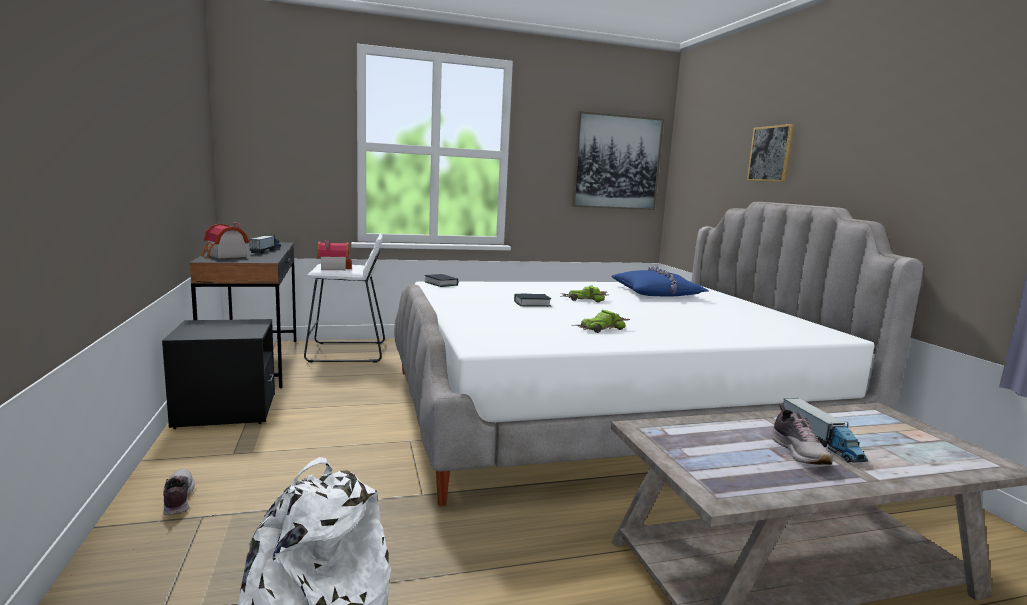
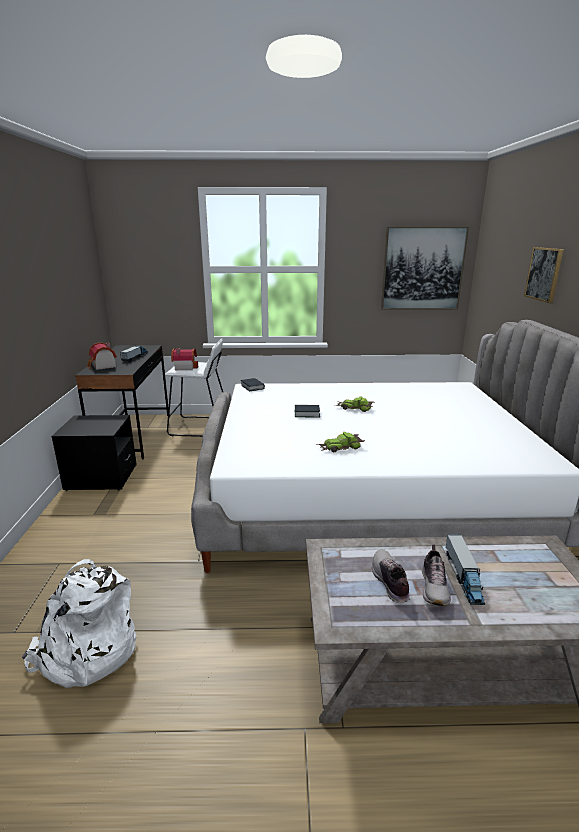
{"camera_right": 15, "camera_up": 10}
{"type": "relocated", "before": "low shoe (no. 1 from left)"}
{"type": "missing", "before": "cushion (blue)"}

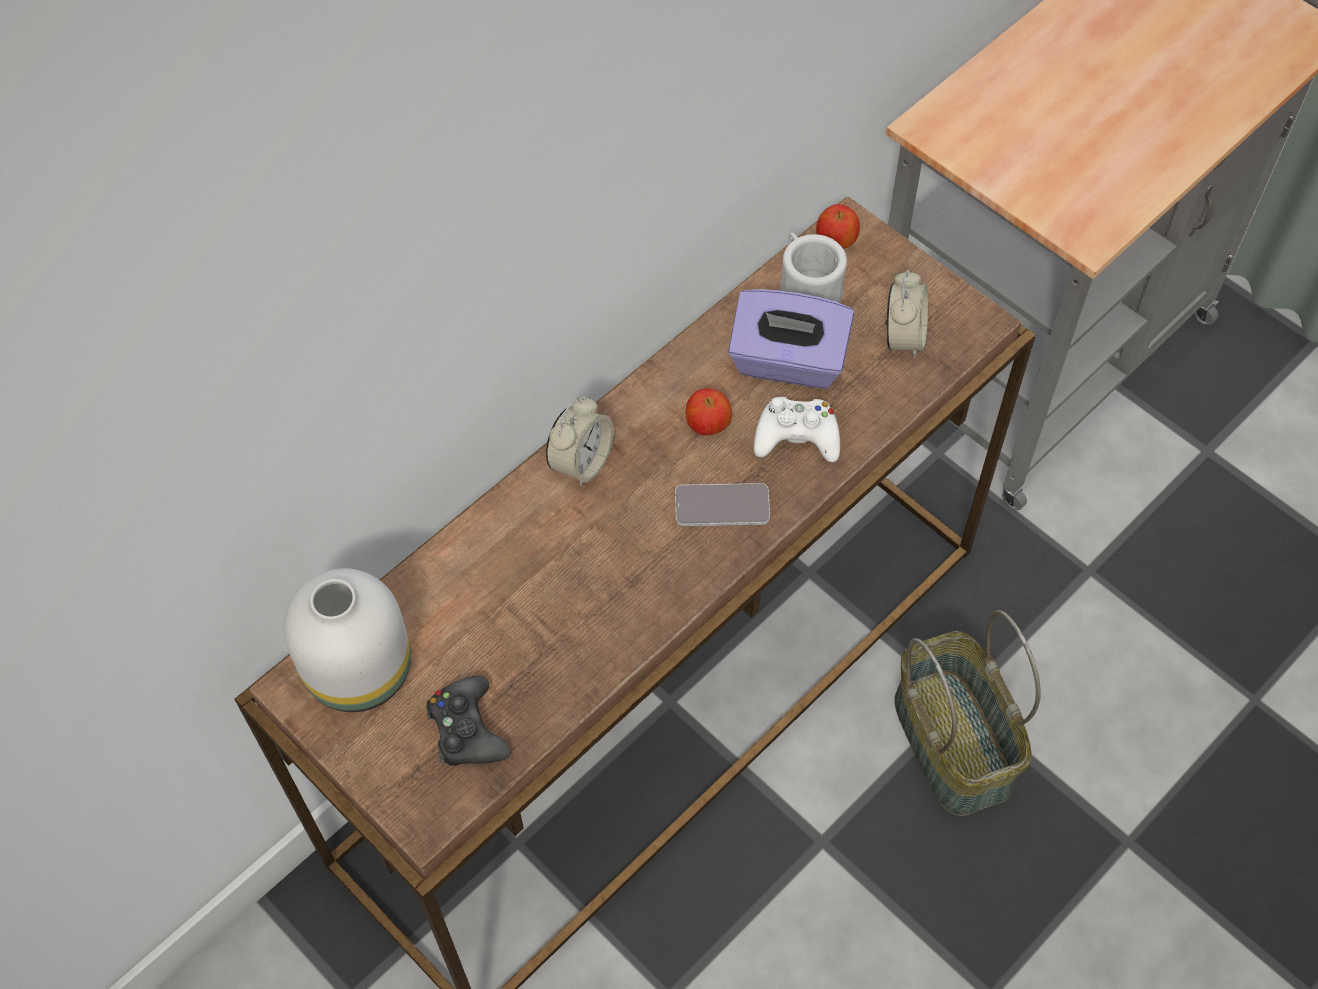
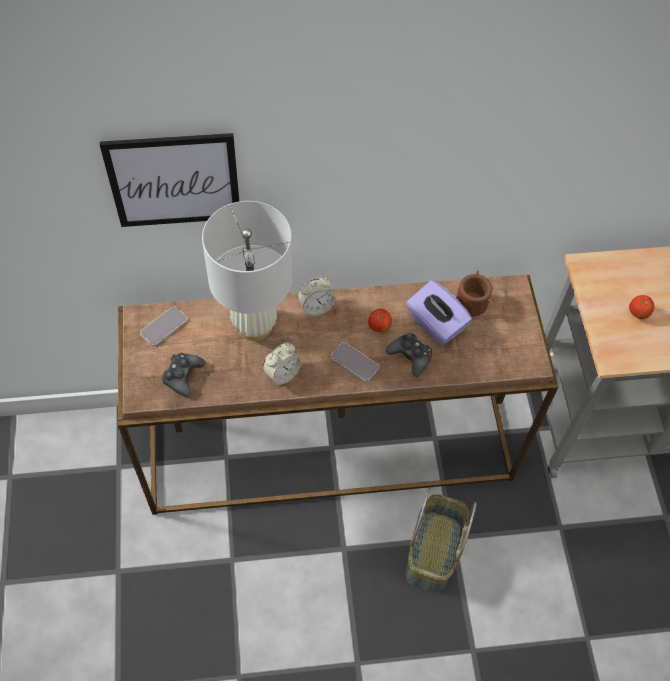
{"camera_right": 35, "camera_up": 0}
{"type": "exchanged", "before": "decorative vase (white)", "after": "telephone (no. 1 from left)"}
{"type": "colour", "before": "joypad (white)", "after": "joypad (blackish) (no. 2 from left)"}
{"type": "colour", "before": "mug (white)", "after": "mug (brown-coloured)"}
{"type": "relocated", "before": "whole apple (no. 2 from left)"}
{"type": "relocated", "before": "bedside clock (no. 2 from left in the first image)", "after": "bedside clock (no. 1 from left)"}
{"type": "appeared", "after": "picture"}
{"type": "appeared", "after": "lamp for a table (white)"}

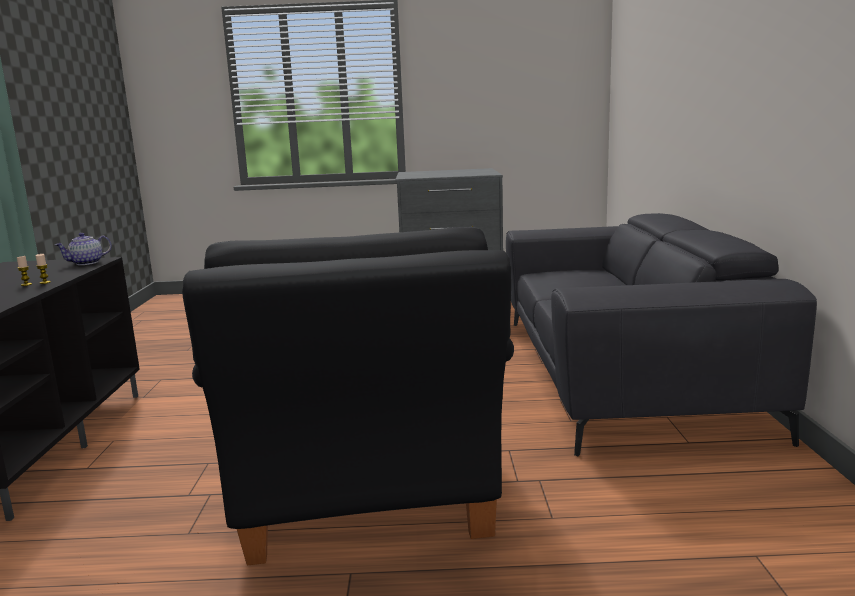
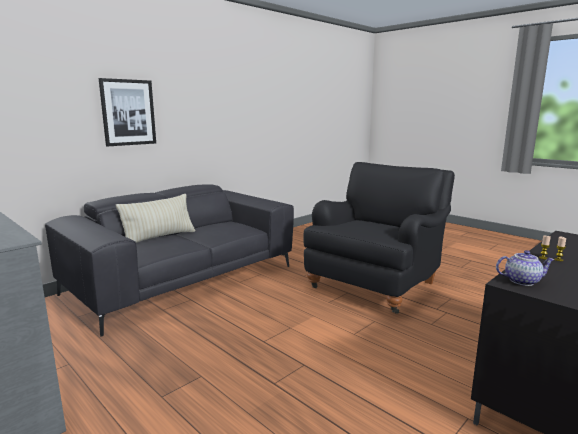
{"camera_right": -135, "camera_up": 0}
{"type": "appeared", "after": "picture"}
{"type": "appeared", "after": "cushion (sand-coloured)"}

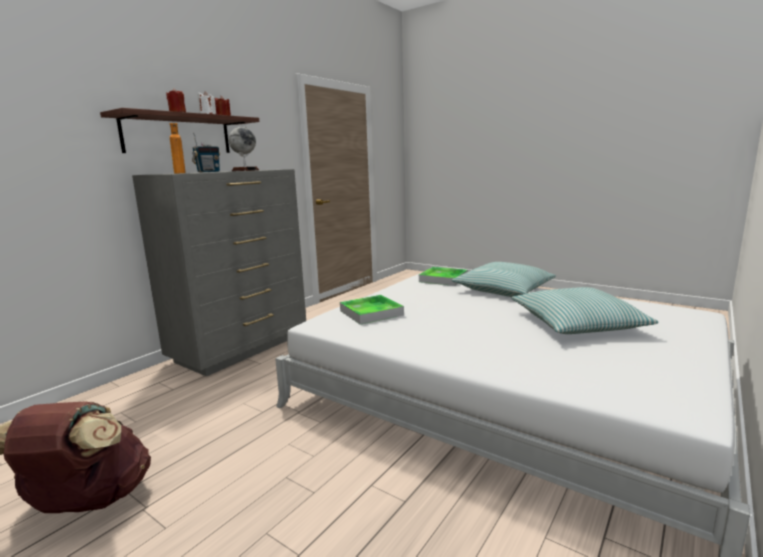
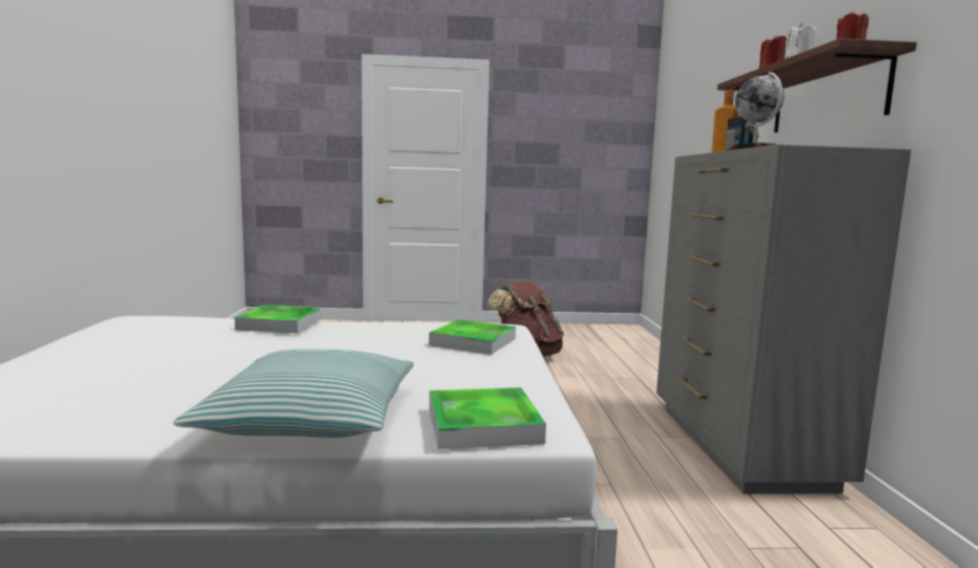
{"camera_right": 140, "camera_up": -5}
{"type": "missing", "before": "cushion (no. 2 from left)"}
{"type": "appeared", "after": "tray (no. 1 from left)"}

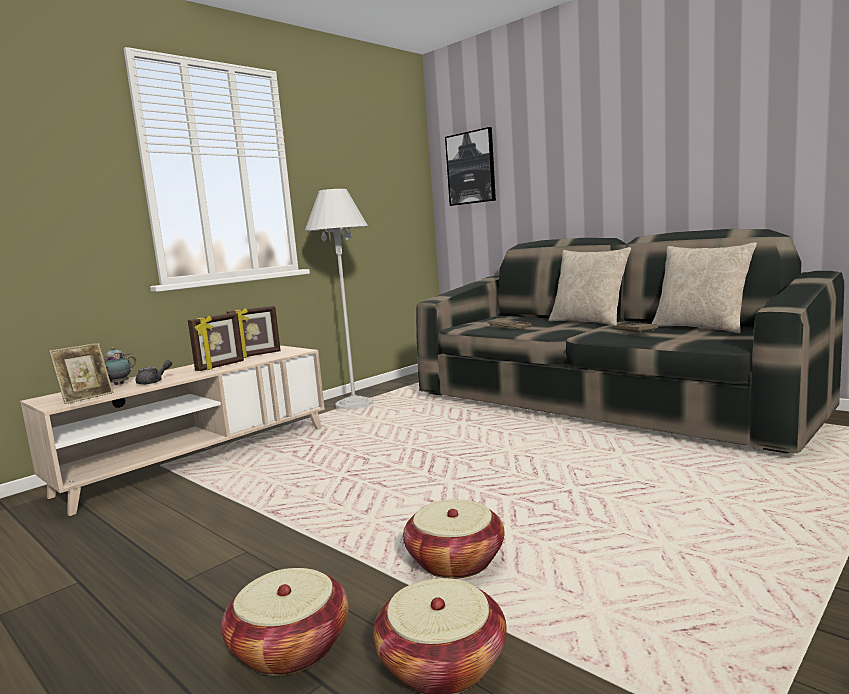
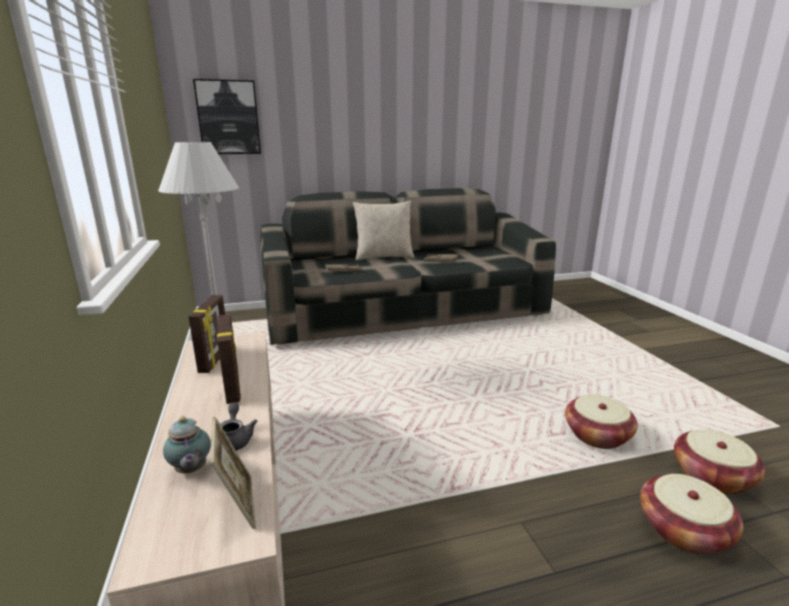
{"camera_right": -60, "camera_up": 10}
{"type": "missing", "before": "cushion (sand-coloured) (no. 2 from left)"}

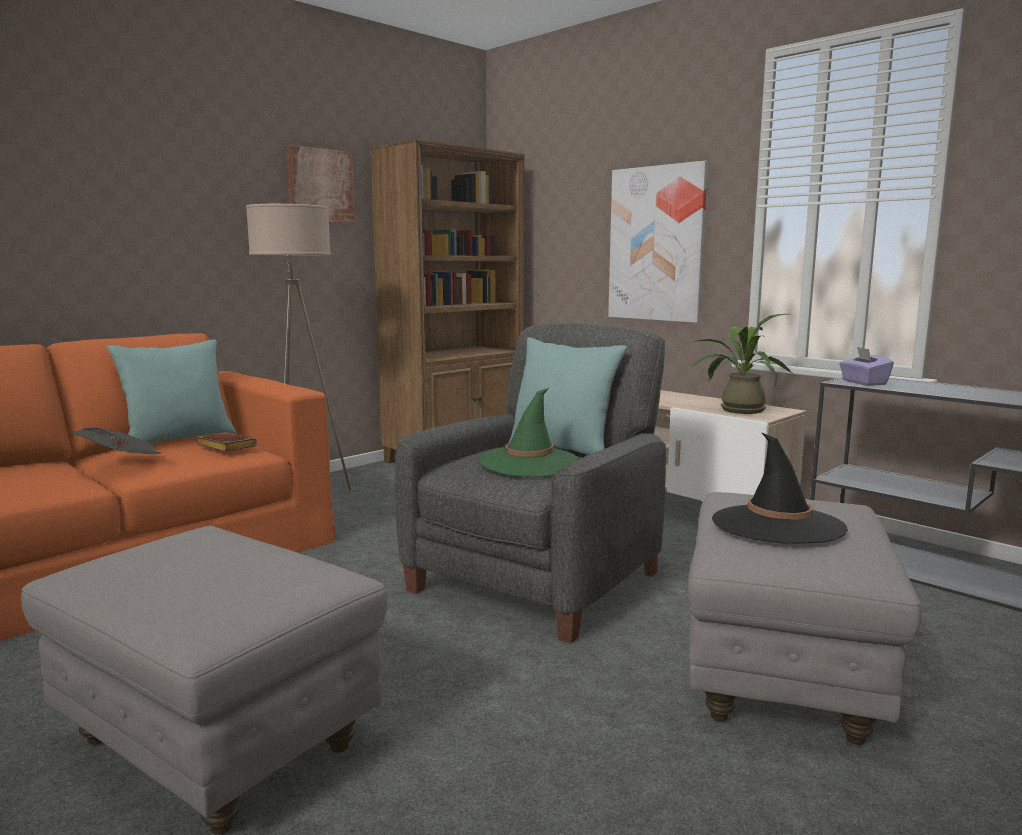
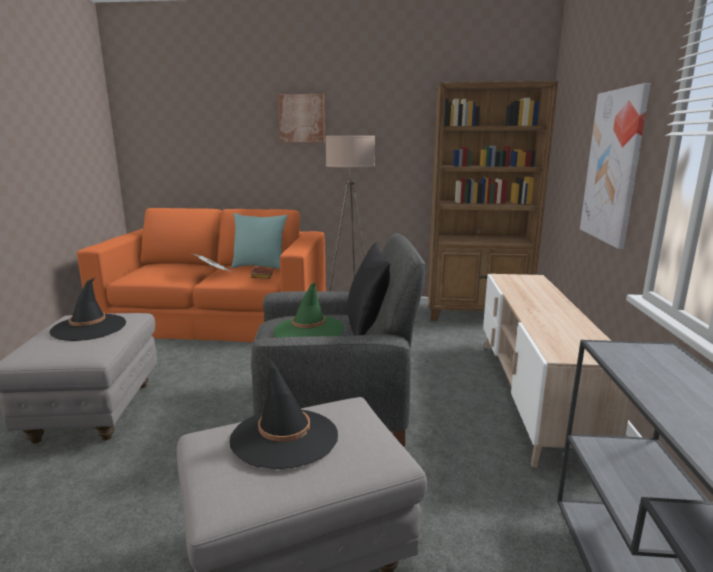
{"camera_right": 50, "camera_up": 5}
{"type": "relocated", "before": "picture (no. 1 from left)"}
{"type": "colour", "before": "cushion (turquoise) (no. 2 from left)", "after": "cushion (blackish)"}
{"type": "missing", "before": "houseplant"}
{"type": "missing", "before": "tissue box (purple-coloured)"}
{"type": "appeared", "after": "wearable hat (blackish) (no. 1 from left)"}

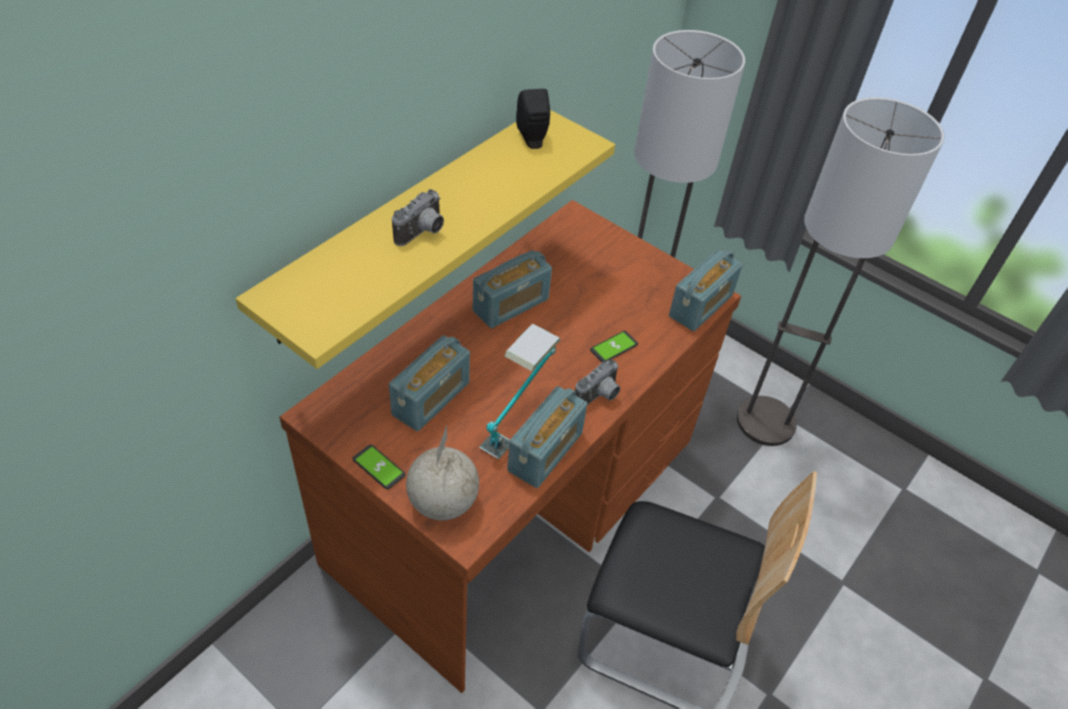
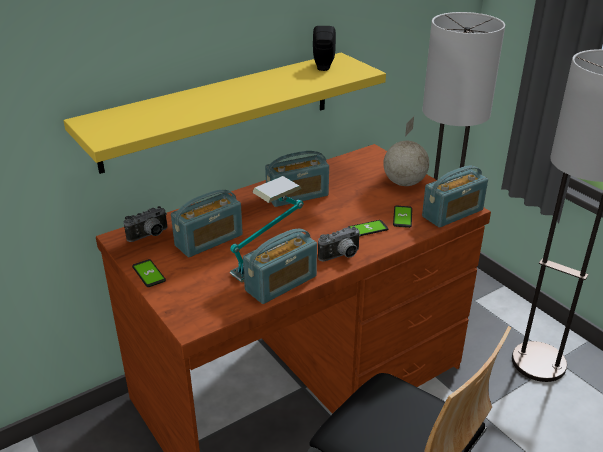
{"camera_right": 20, "camera_up": -15}
{"type": "relocated", "before": "photo camera (no. 1 from left)"}
{"type": "relocated", "before": "desk globe"}
{"type": "appeared", "after": "telephone (no. 3 from left)"}

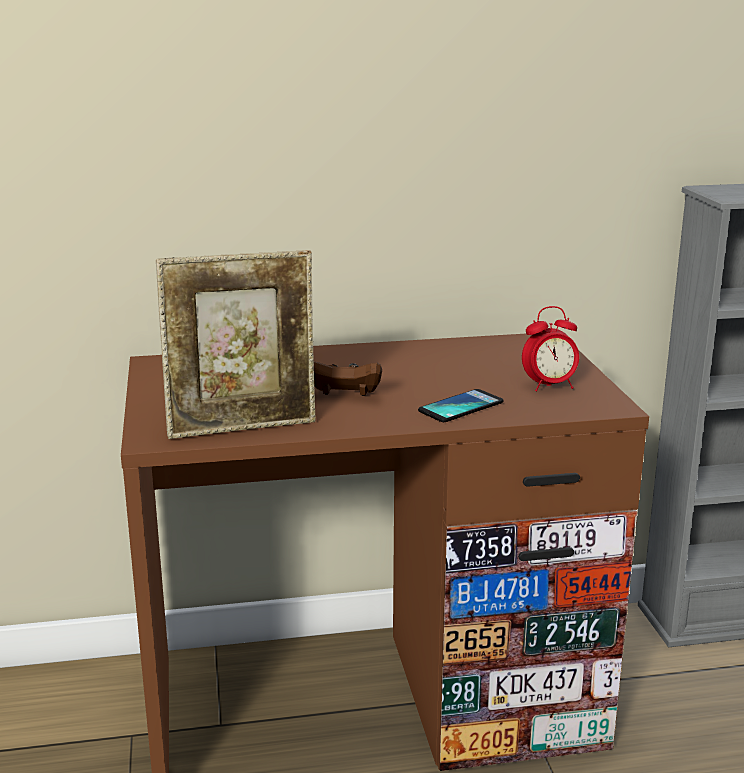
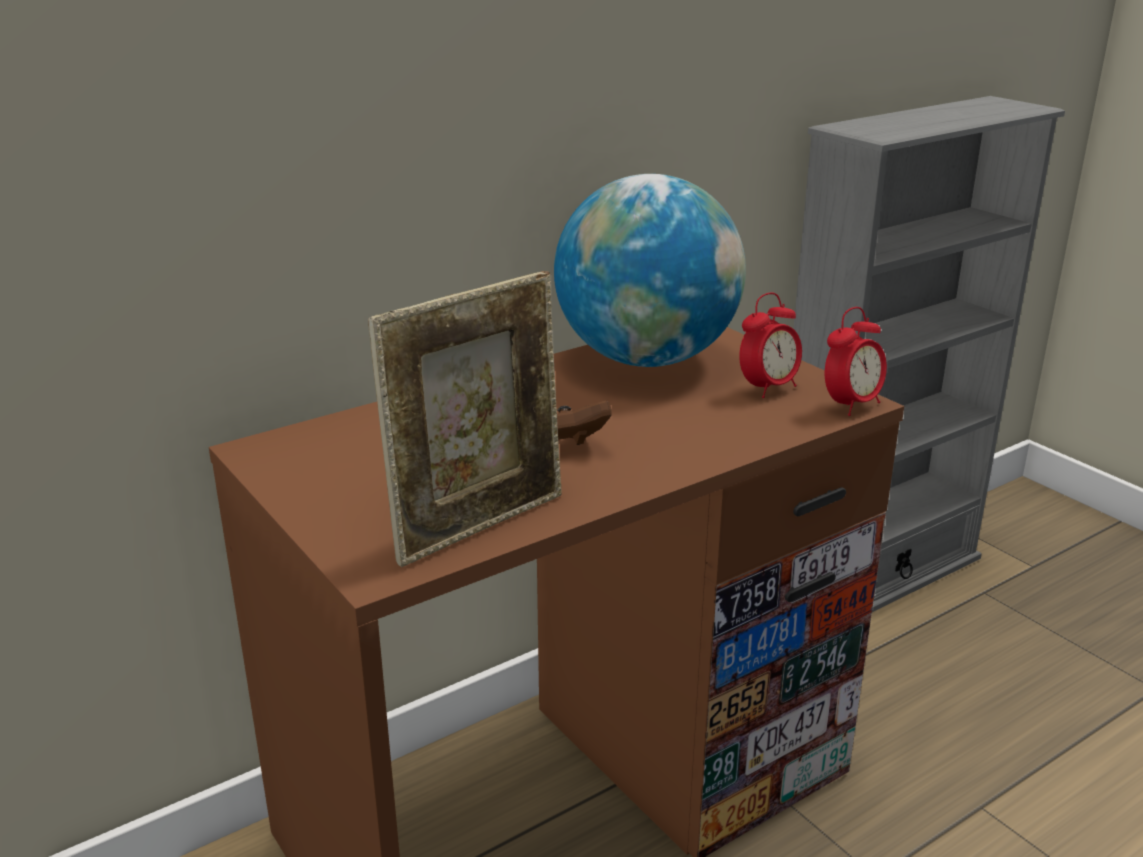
{"camera_right": -25, "camera_up": 5}
{"type": "missing", "before": "telephone"}
{"type": "appeared", "after": "desk globe"}
{"type": "appeared", "after": "bedside clock (no. 2 from left)"}

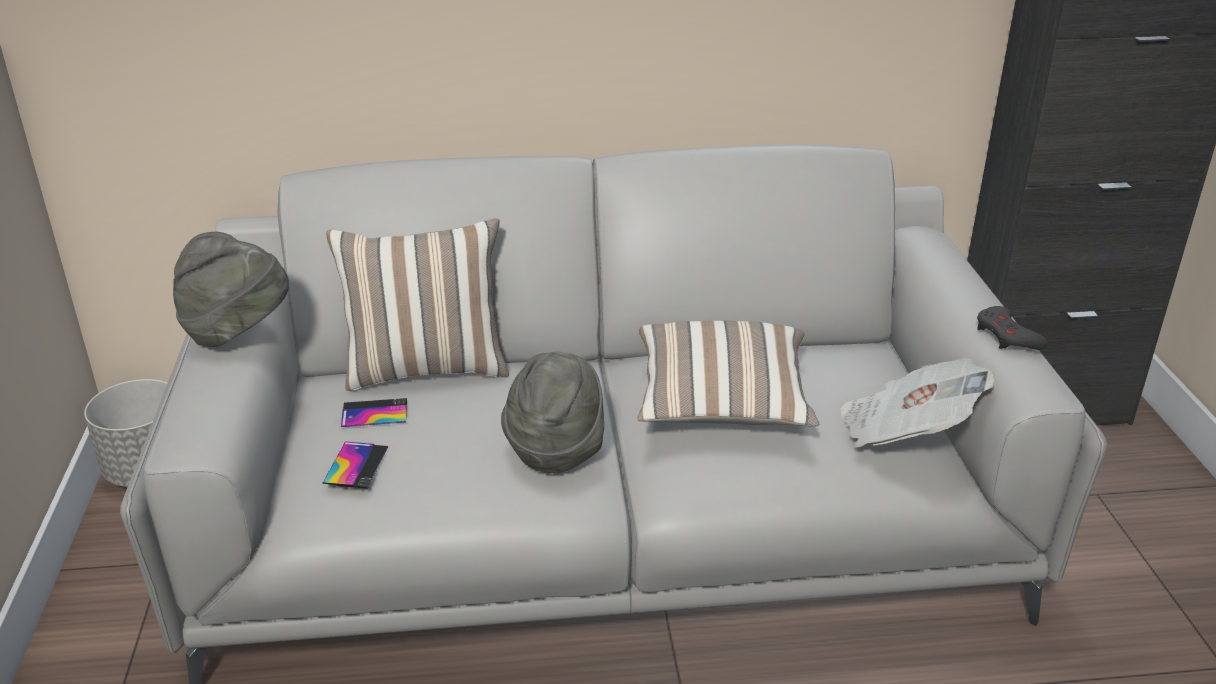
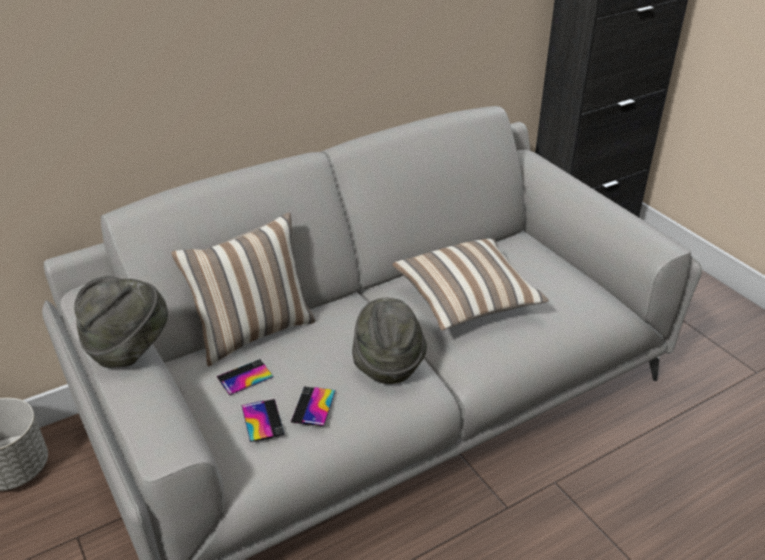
{"camera_right": -25, "camera_up": 5}
{"type": "missing", "before": "printed paper"}
{"type": "missing", "before": "joypad (grey)"}
{"type": "appeared", "after": "telephone (no. 3 from left)"}

